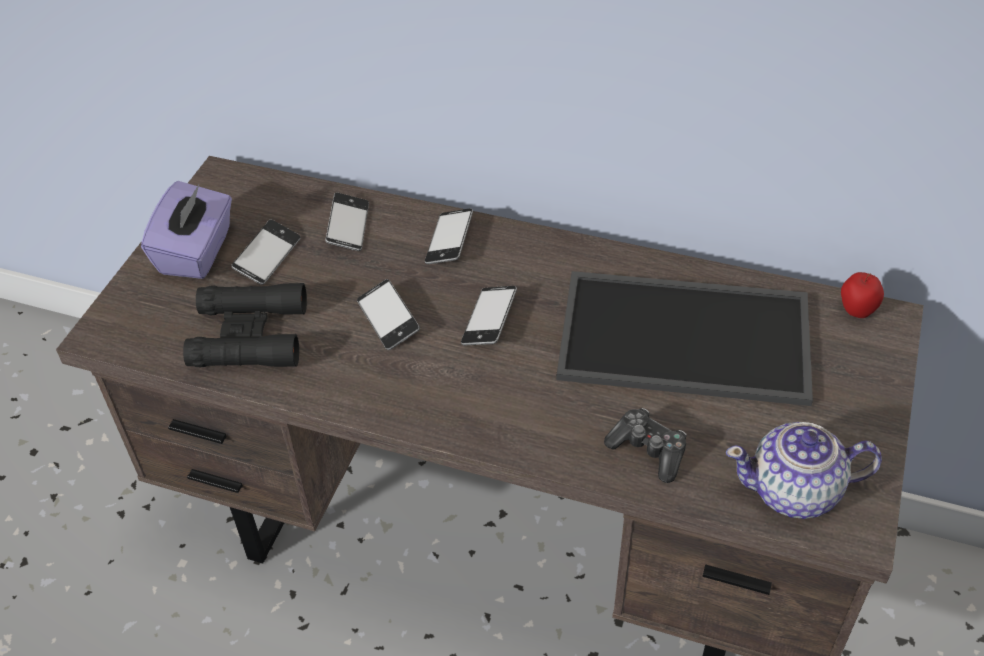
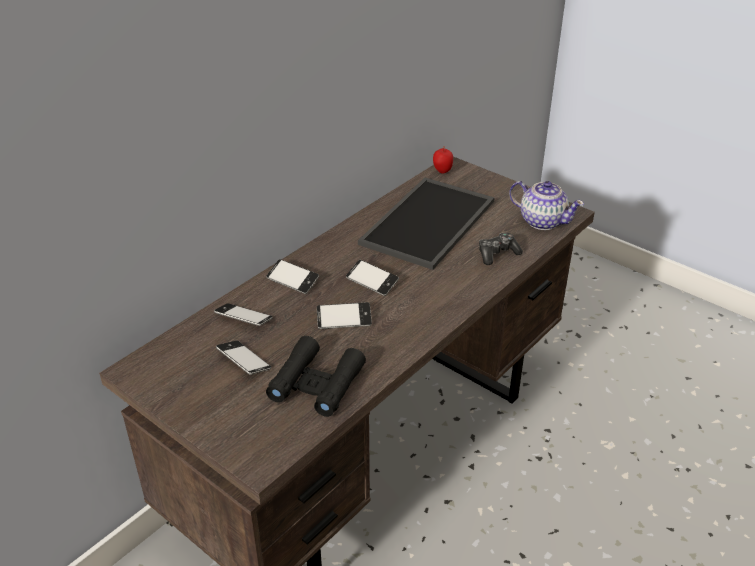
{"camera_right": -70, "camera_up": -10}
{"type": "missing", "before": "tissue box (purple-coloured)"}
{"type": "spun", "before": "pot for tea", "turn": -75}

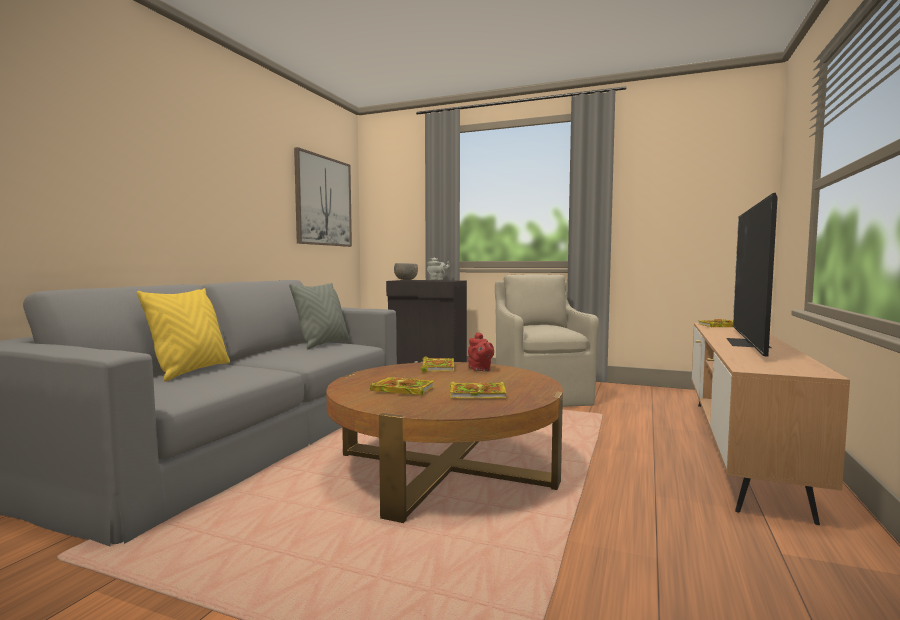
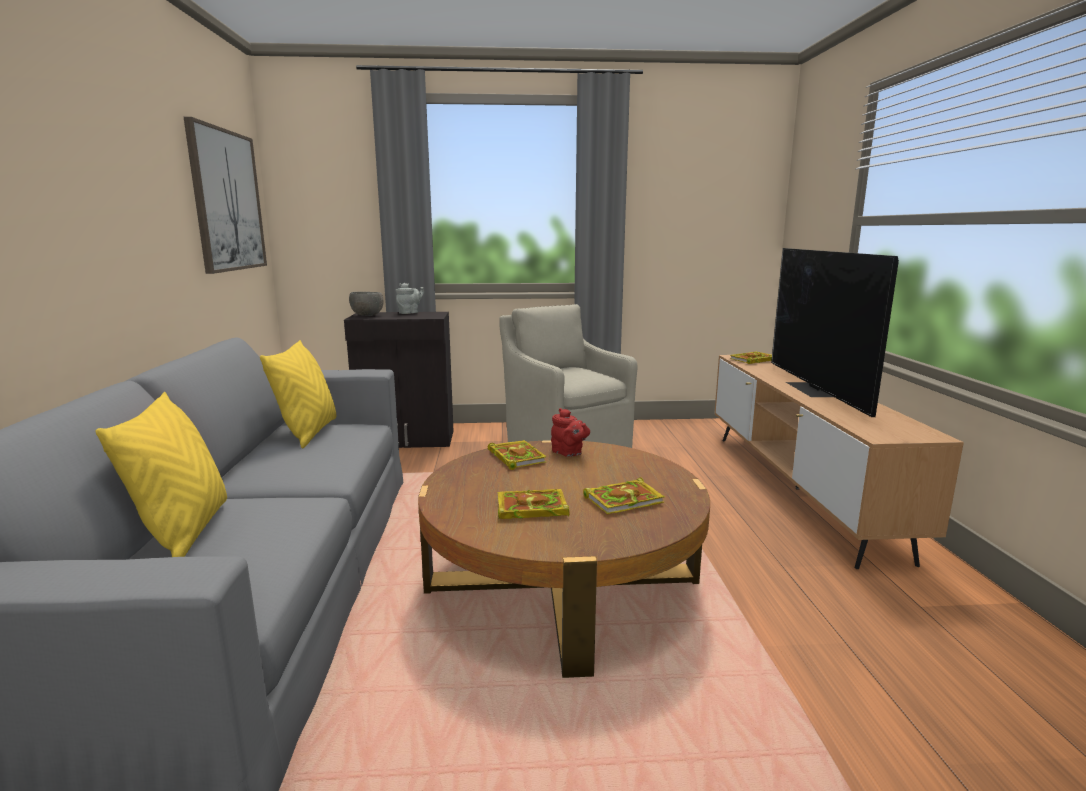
{"camera_right": -25, "camera_up": 10}
{"type": "colour", "before": "cushion (grey)", "after": "cushion (yellow-coloured) (no. 2 from left)"}

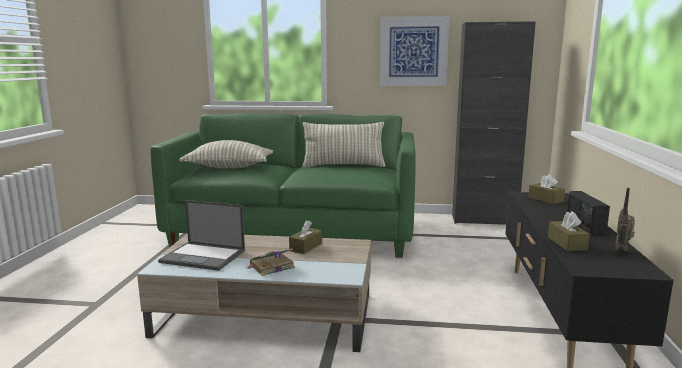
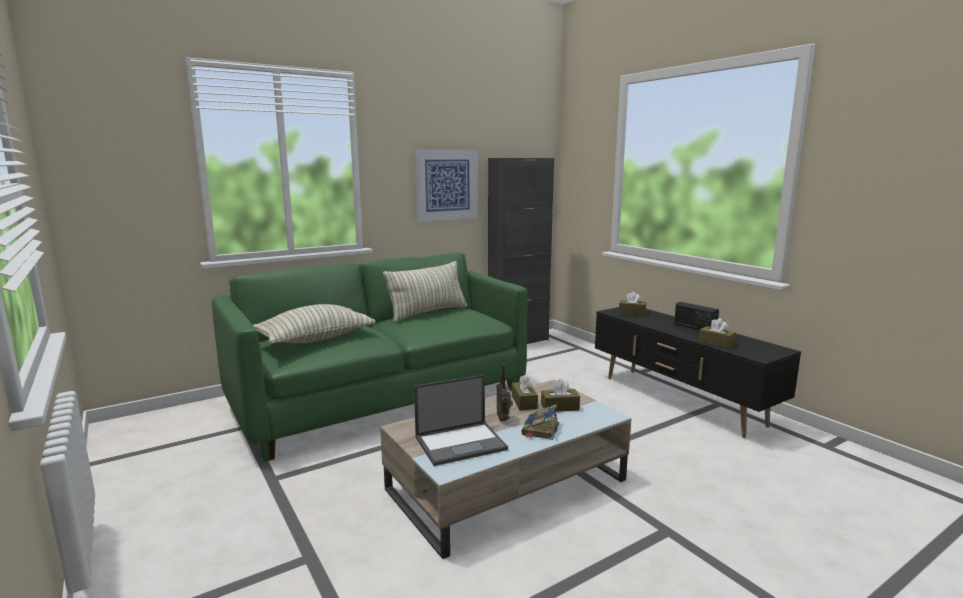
{"camera_right": -40, "camera_up": 0}
{"type": "relocated", "before": "radio (no. 2 from left in the first image)", "after": "radio (no. 1 from left)"}
{"type": "appeared", "after": "tissue box (brown-coloured) (no. 2 from left)"}

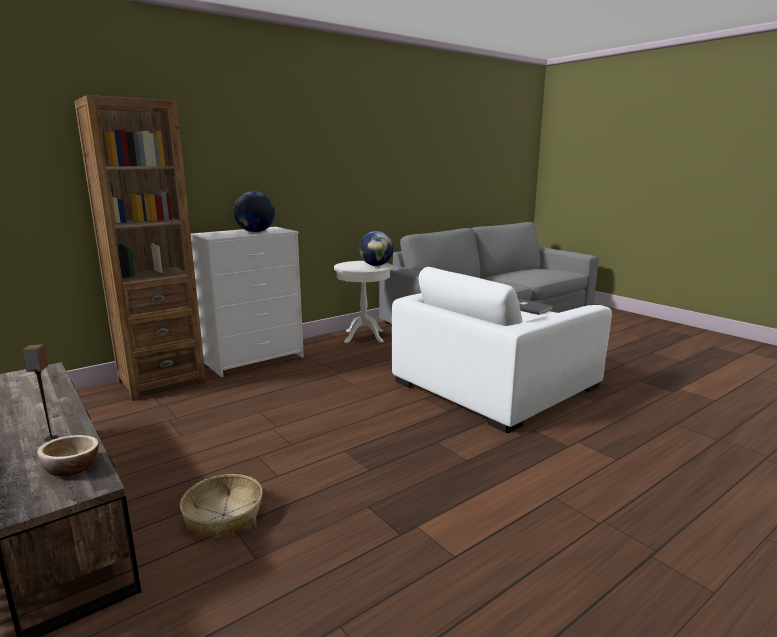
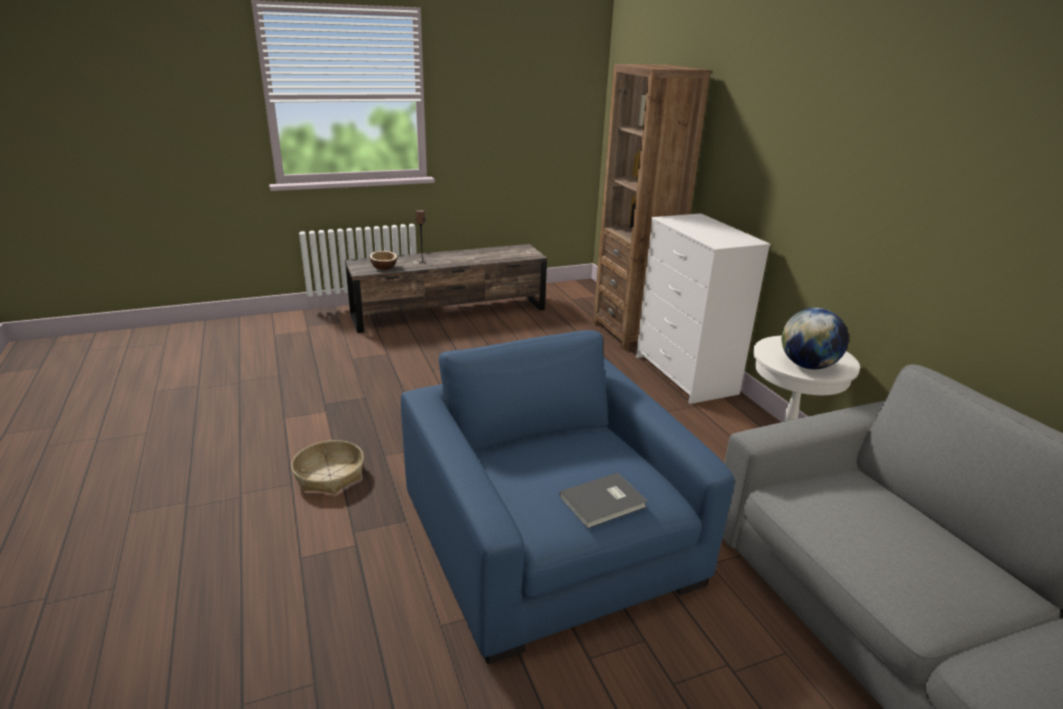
{"camera_right": 105, "camera_up": 10}
{"type": "relocated", "before": "household basket"}
{"type": "missing", "before": "desk globe (no. 1 from left)"}
{"type": "colour", "before": "easy chair (white)", "after": "easy chair (blue)"}

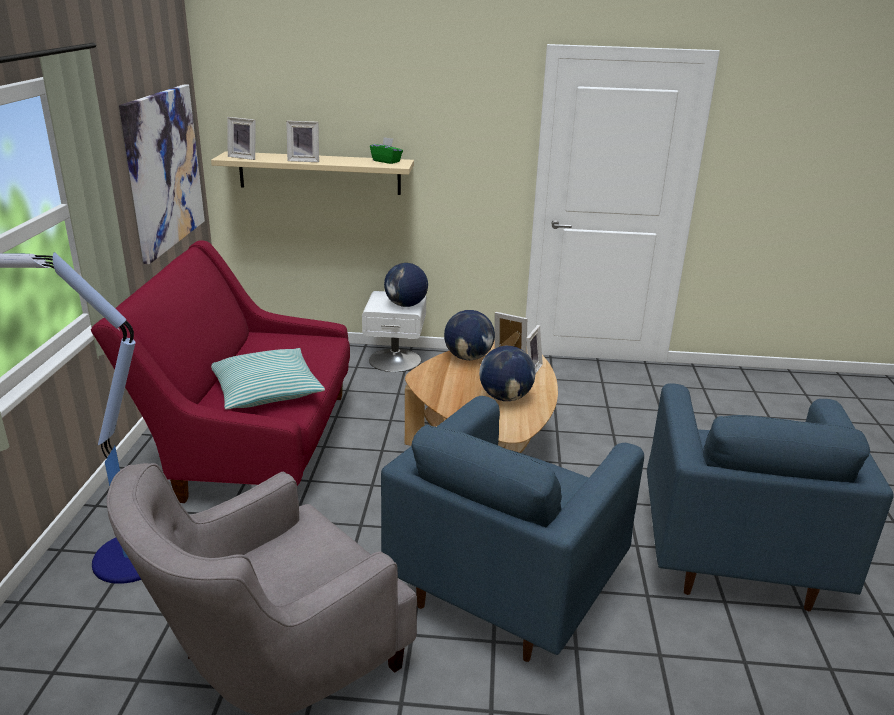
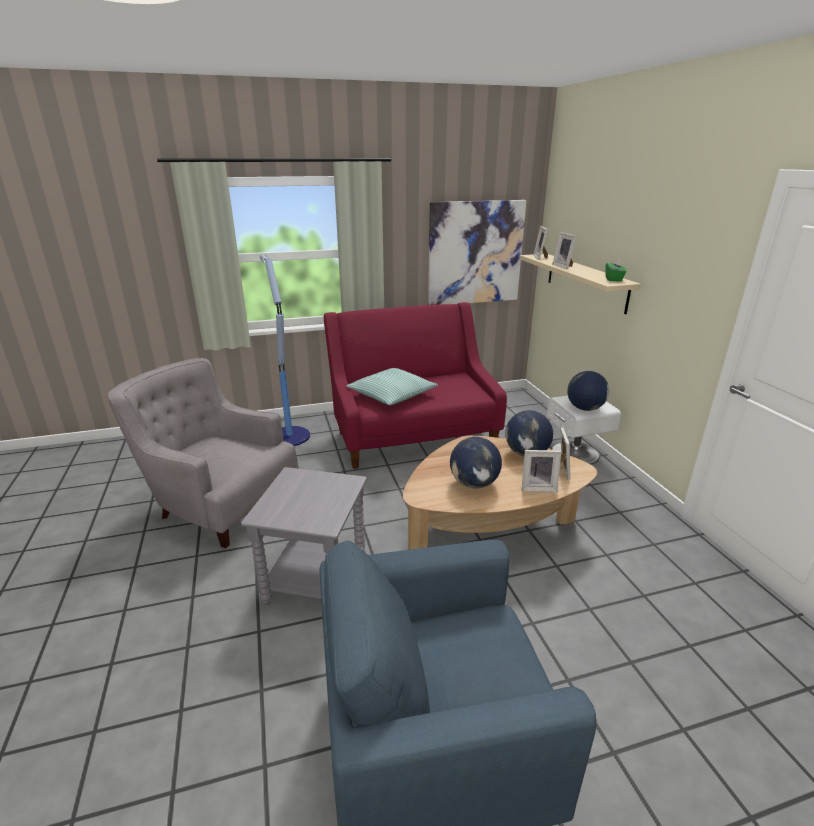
{"camera_right": 70, "camera_up": 0}
{"type": "exchanged", "before": "easy chair (blue) (no. 1 from left)", "after": "side table (grey)"}

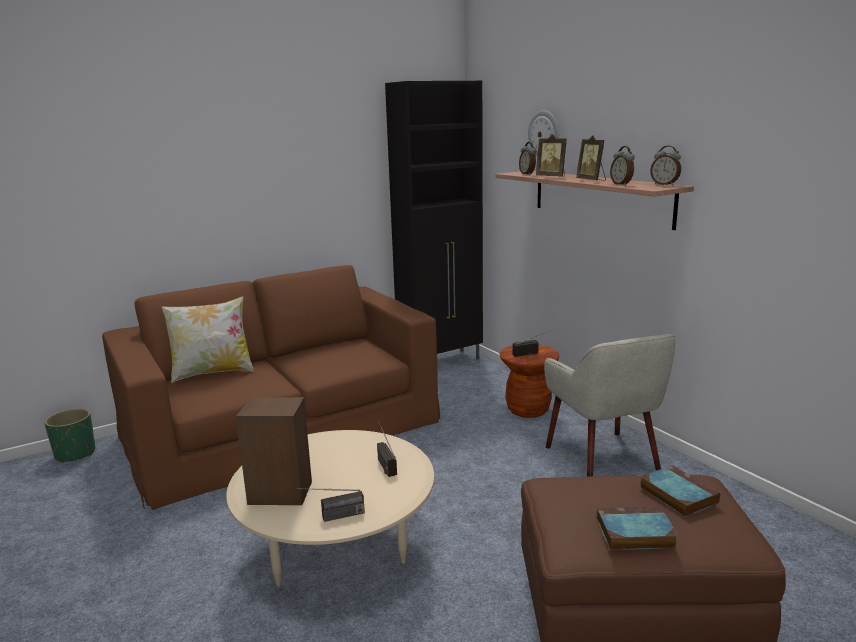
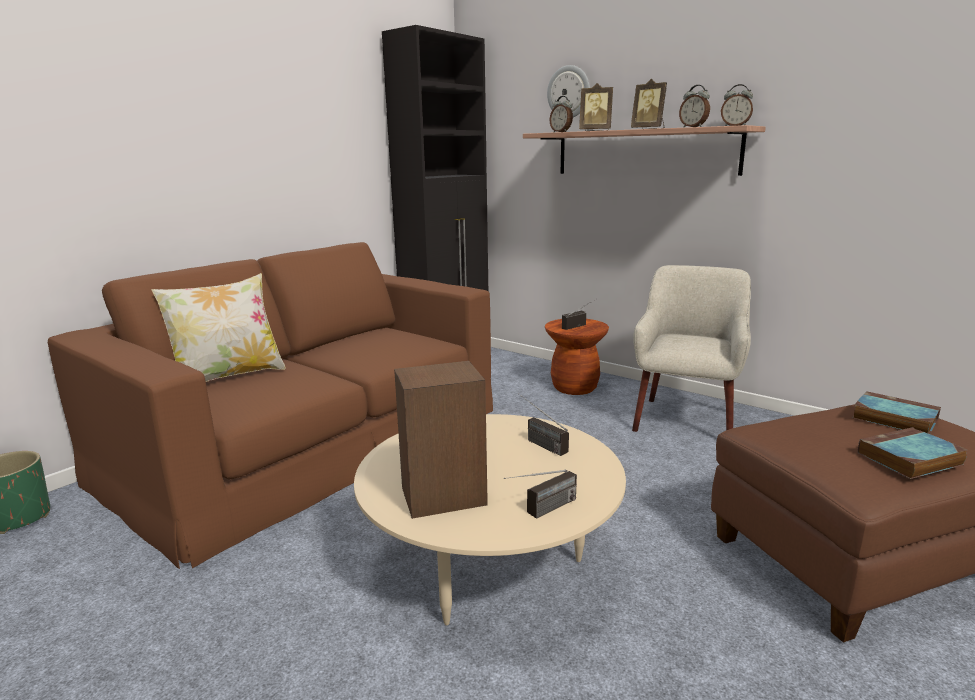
{"camera_right": -20, "camera_up": 0}
{"type": "spun", "before": "easy chair (sand-coloured)", "turn": -120}

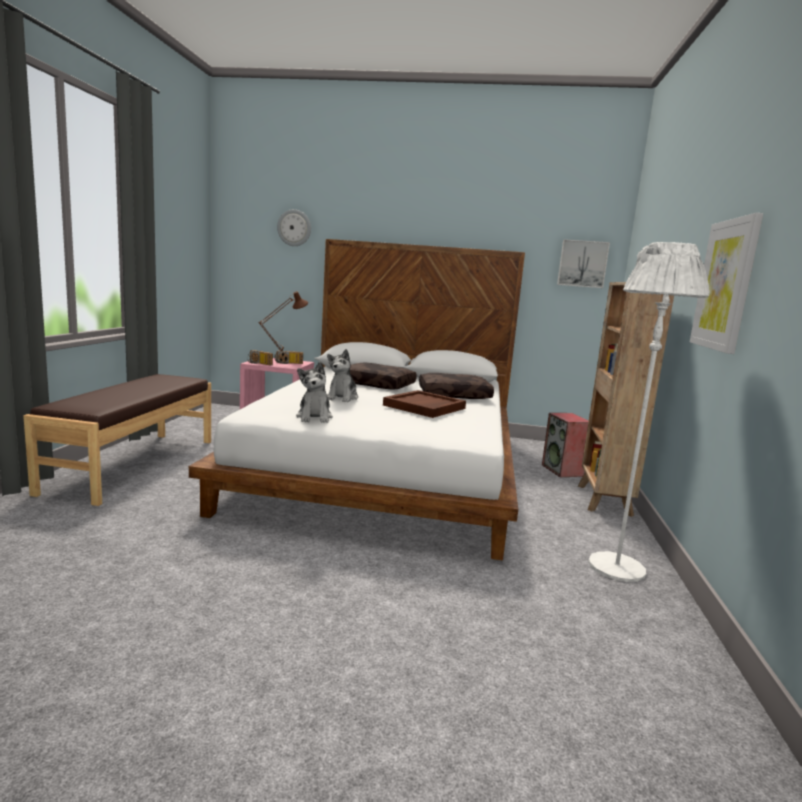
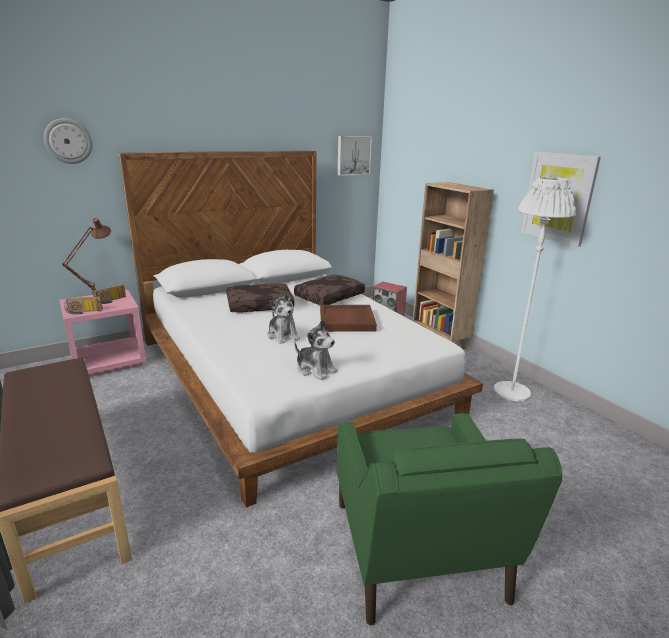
{"camera_right": -40, "camera_up": 10}
{"type": "appeared", "after": "easy chair (green-coloured)"}

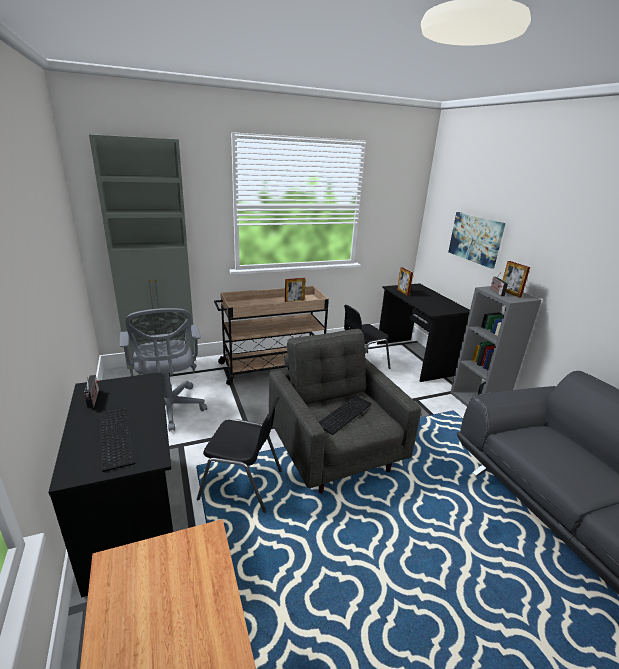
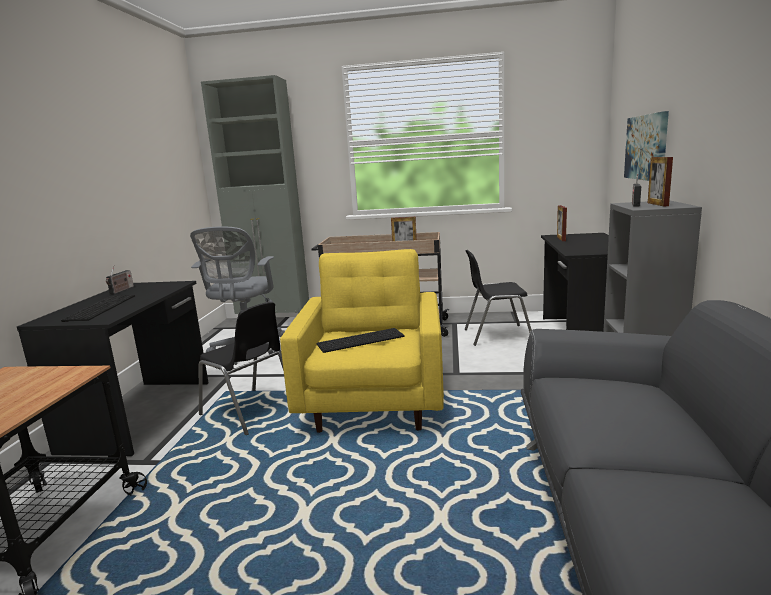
{"camera_right": 30, "camera_up": -10}
{"type": "colour", "before": "easy chair (grey)", "after": "easy chair (yellow-coloured)"}

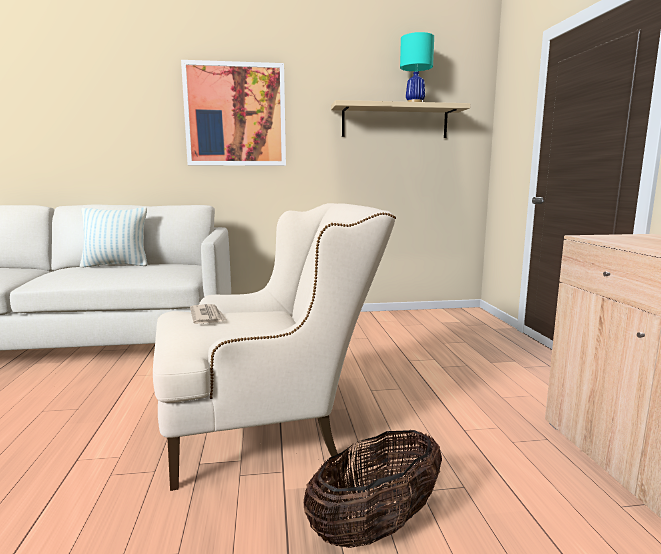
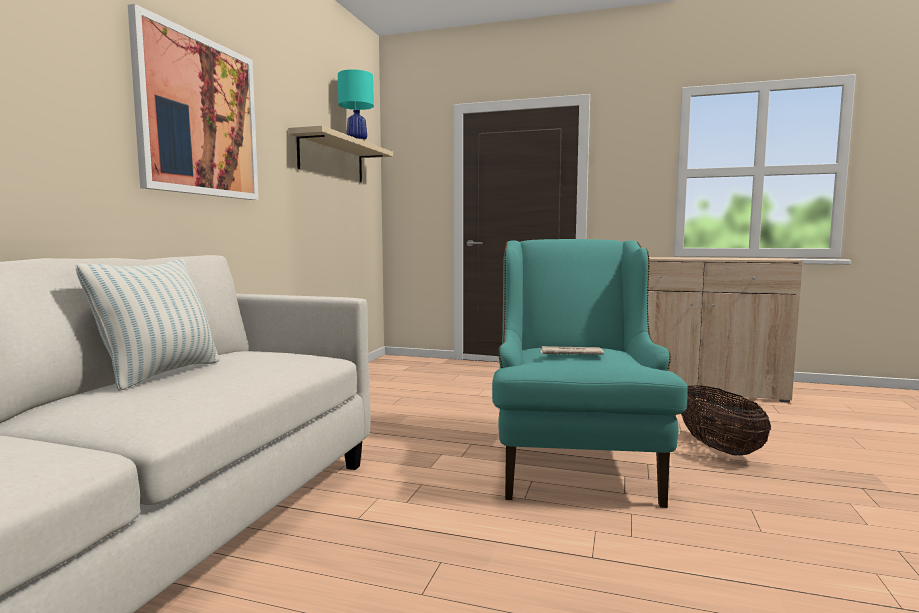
{"camera_right": -65, "camera_up": -5}
{"type": "colour", "before": "easy chair (sand-coloured)", "after": "easy chair (turquoise)"}

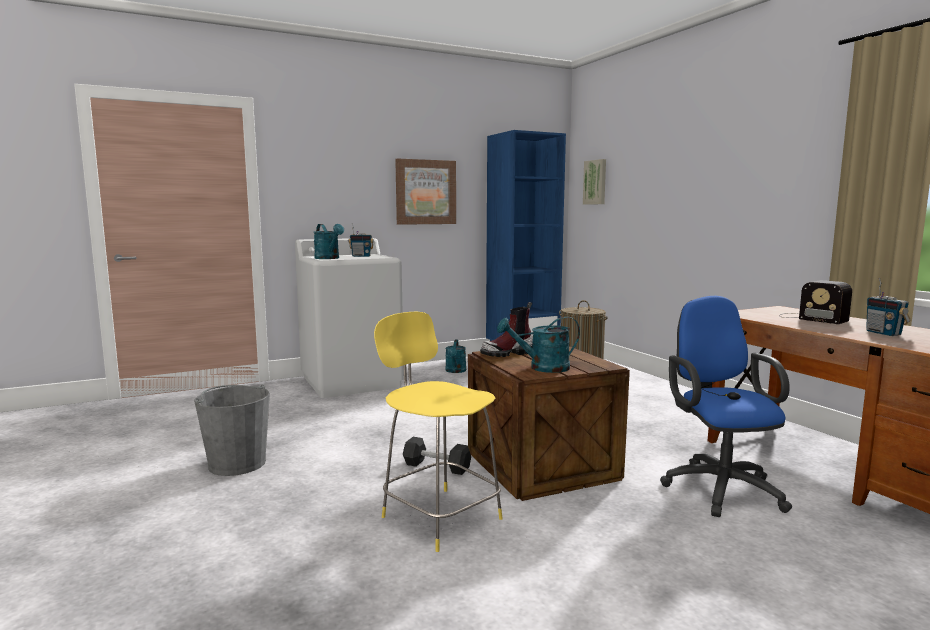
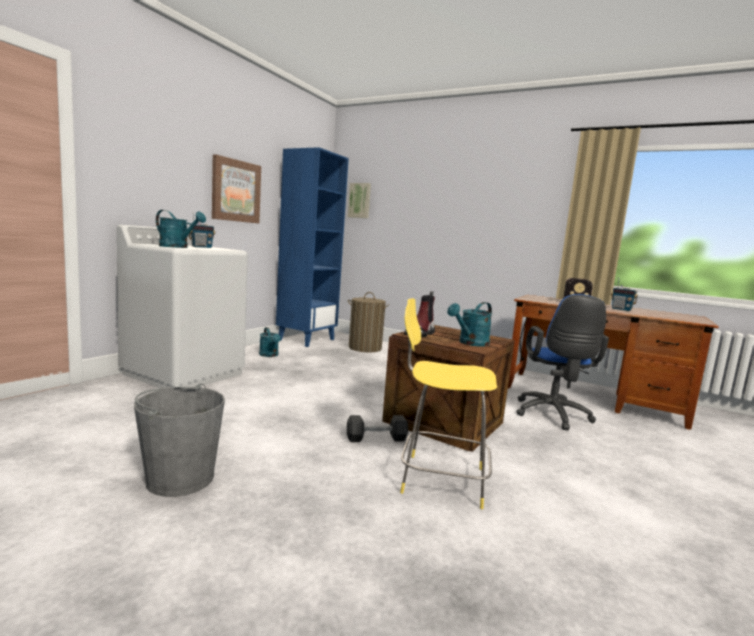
{"camera_right": -35, "camera_up": 0}
{"type": "spun", "before": "computer chair (blue)", "turn": -135}

